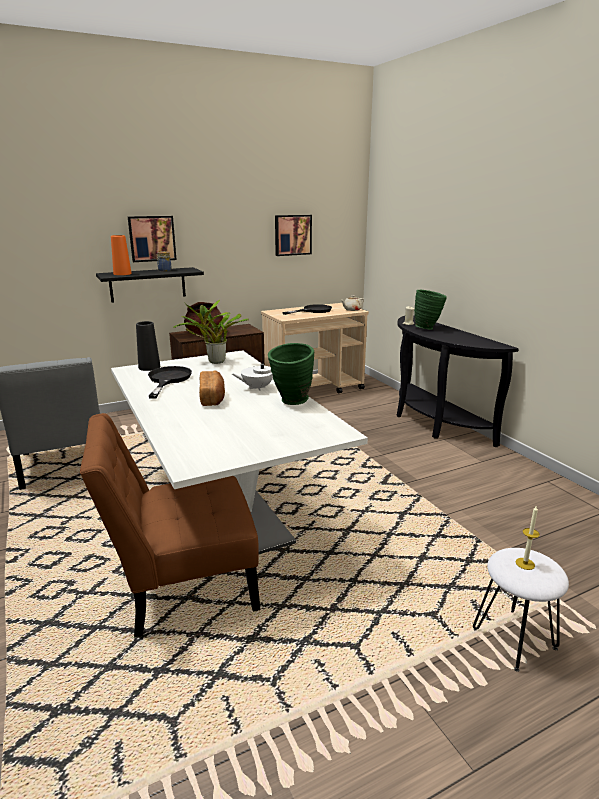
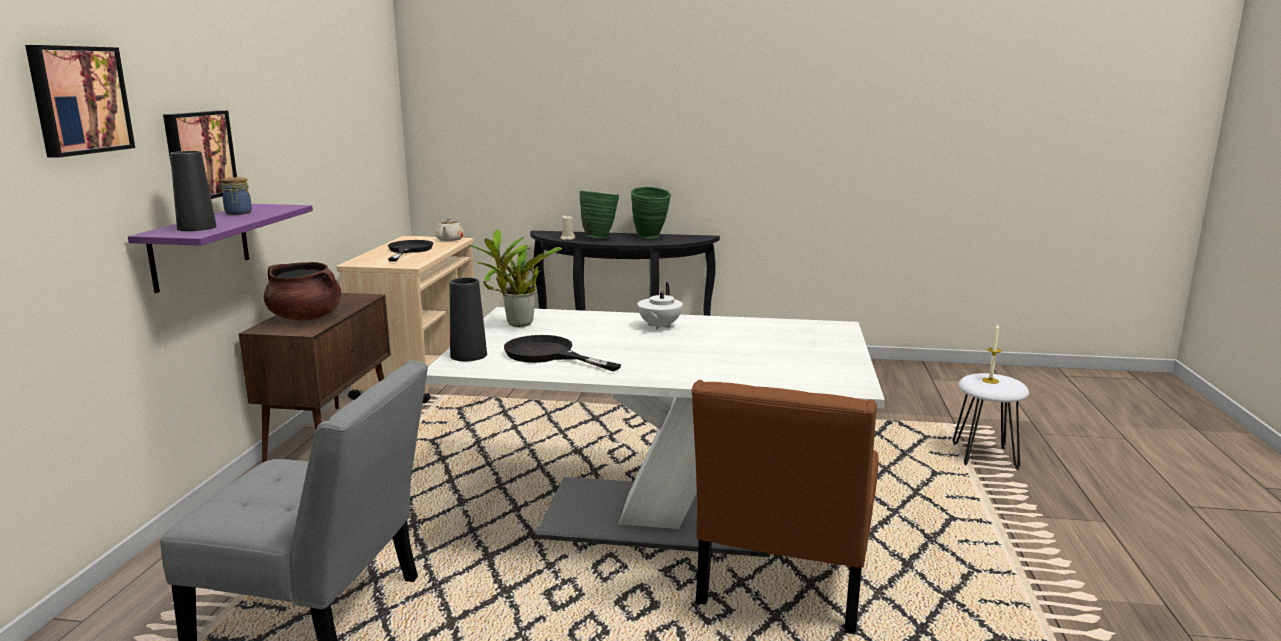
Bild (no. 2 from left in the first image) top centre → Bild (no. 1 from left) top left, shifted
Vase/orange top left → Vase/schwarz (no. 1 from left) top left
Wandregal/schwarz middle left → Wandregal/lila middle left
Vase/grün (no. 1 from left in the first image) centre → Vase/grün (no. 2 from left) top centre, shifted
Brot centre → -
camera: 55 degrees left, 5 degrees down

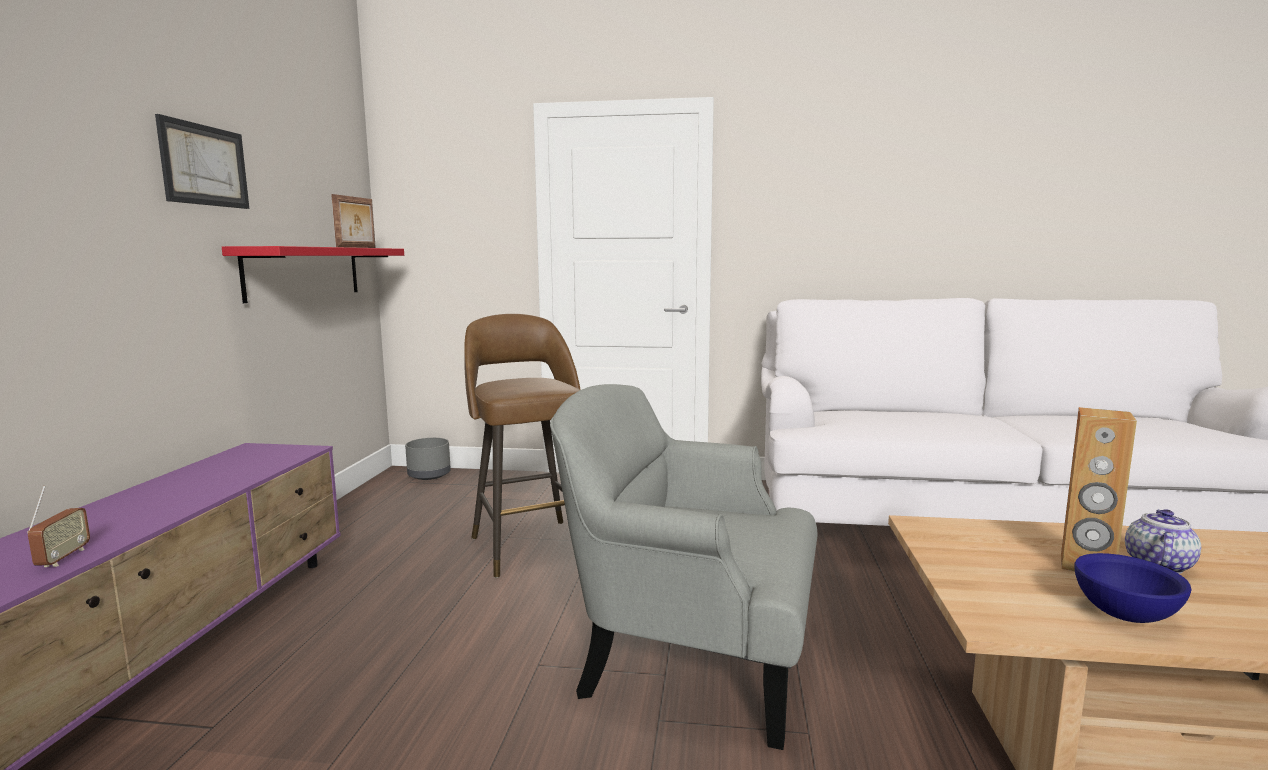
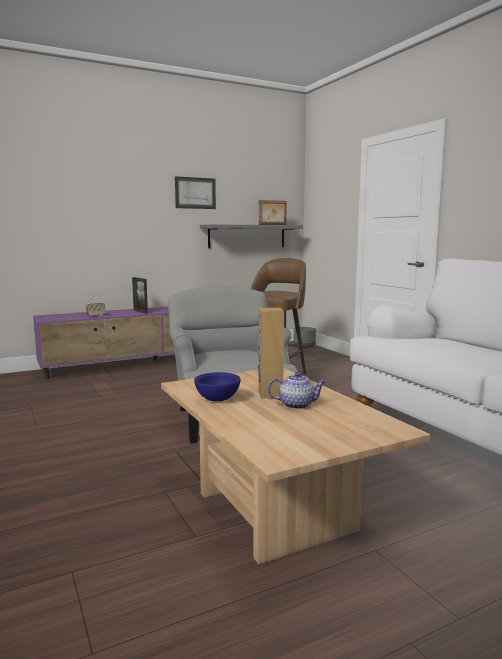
Wandregal/rot middle left → Wandregal/grau centre
- → Bilderrahmen (no. 1 from left) middle left
camera: 55 degrees right, 0 degrees up

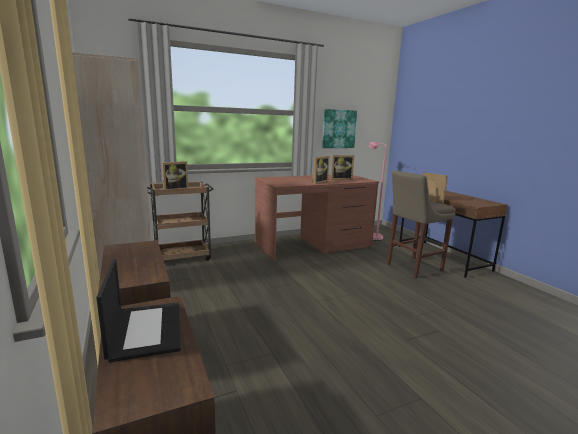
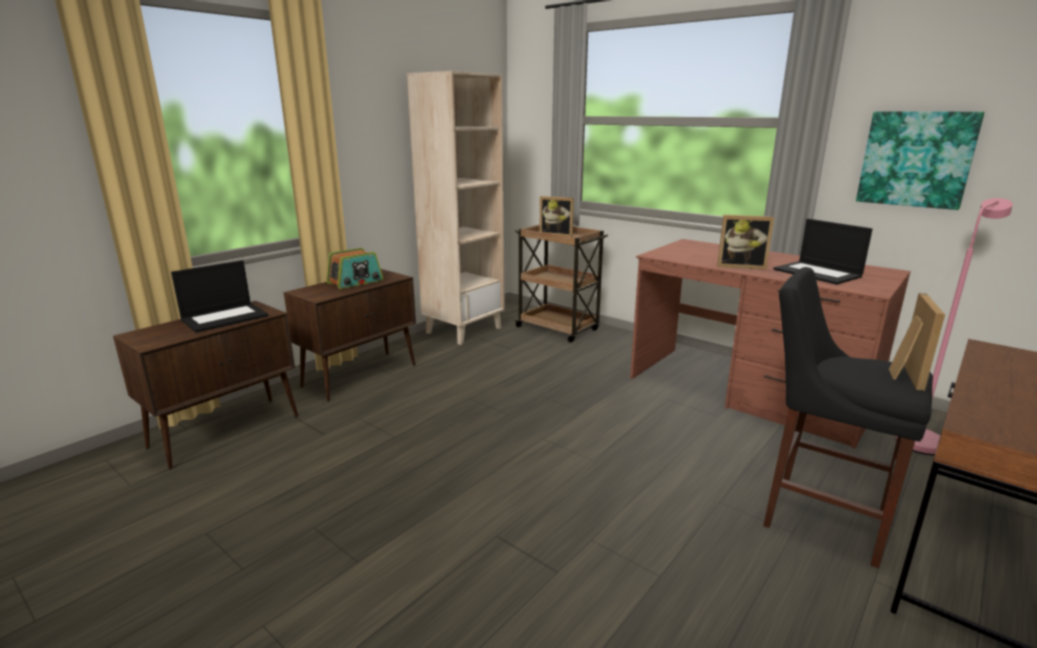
Bilderrahmen (no. 3 from left) centre → Laptop (no. 2 from left) middle right
Hocker/beige middle right → Hocker/schwarz middle right
- → Radio centre
camera: 65 degrees right, 5 degrees up

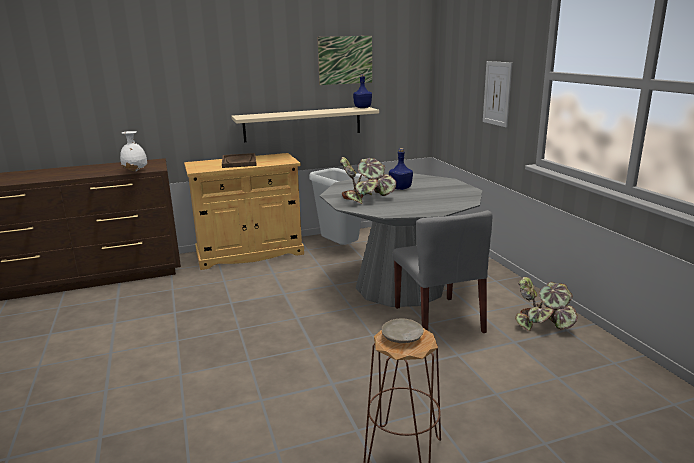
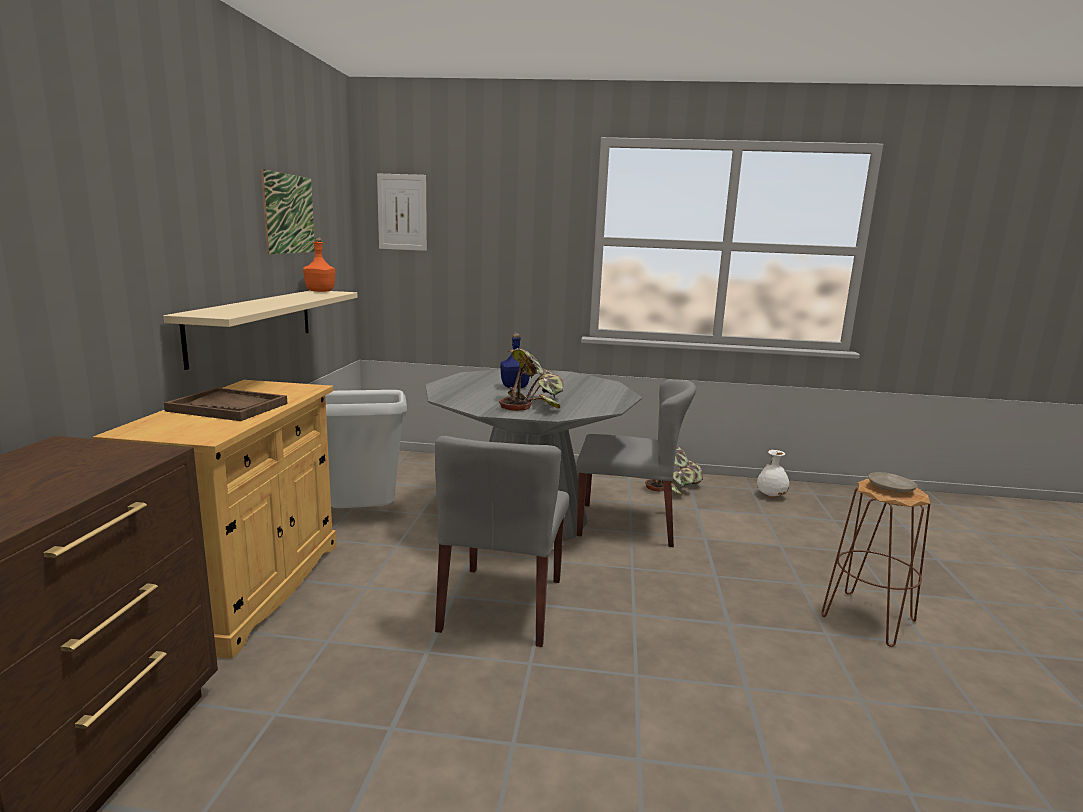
Bild (no. 2 from left) top right → Bild (no. 2 from left) top centre, shifted
Flasche/blau (no. 1 from left) top centre → Flasche/orange top left
Vase/weiß top left → Vase/weiß middle right, shifted
- → Stuhl/grau (no. 1 from left) centre
camera: 65 degrees left, 5 degrees down

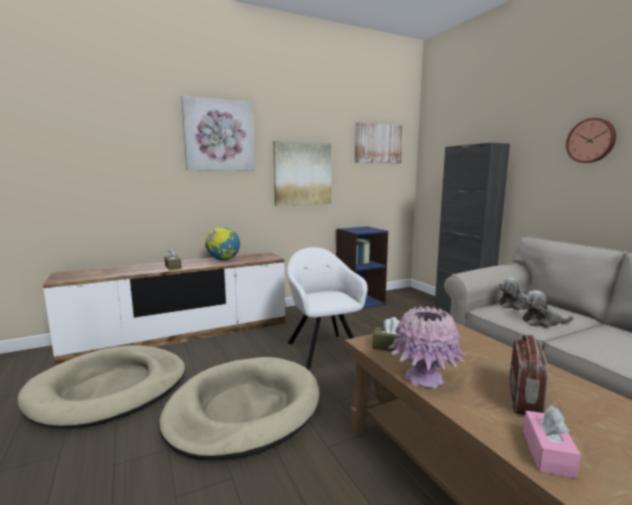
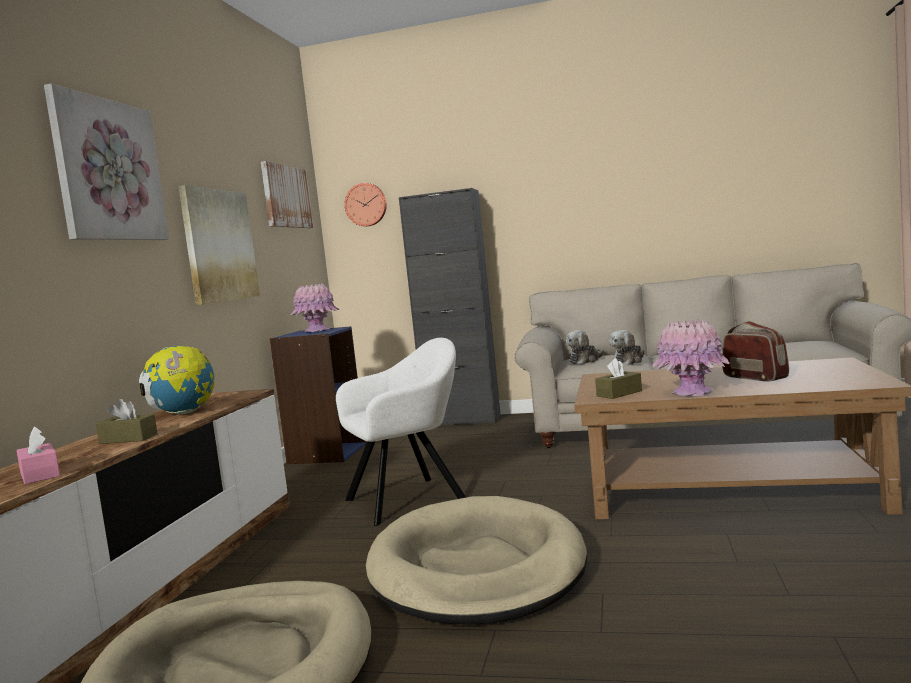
Wanduhr top right → Wanduhr top centre, shifted
Sessel/weiß centre, 135 degrees clockwise
Taschentuchbox/rosa bottom right → Taschentuchbox/rosa middle left, shifted
- → Vase/rosa (no. 1 from left) centre
camera: 50 degrees left, 5 degrees down

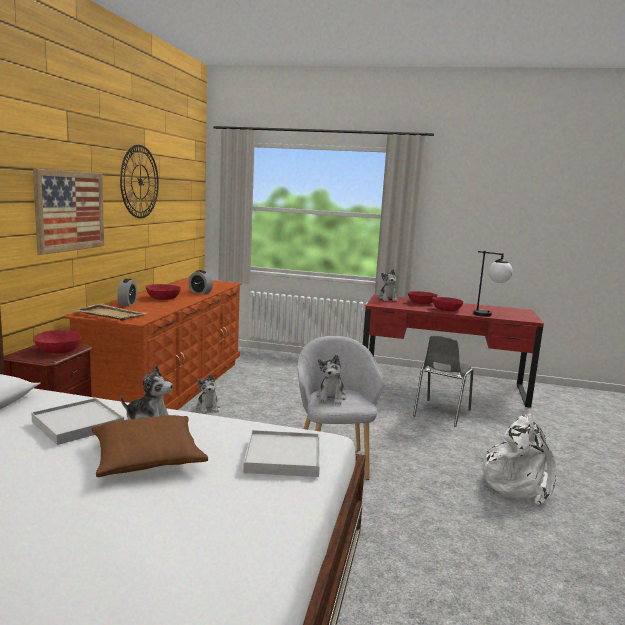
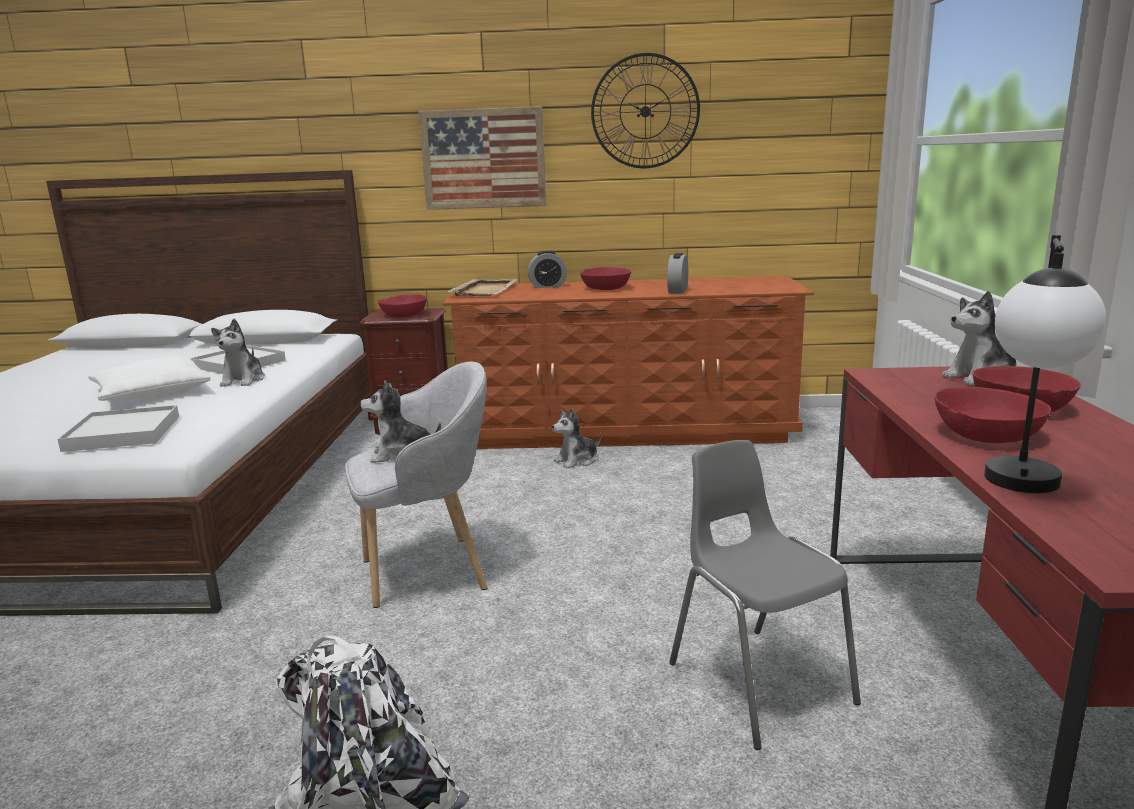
Stuhl/grau middle right → Stuhl/grau bottom right, 45 degrees clockwise
Kissen/braun bottom left → Kissen/weiß middle left
camera: 80 degrees right, 5 degrees up

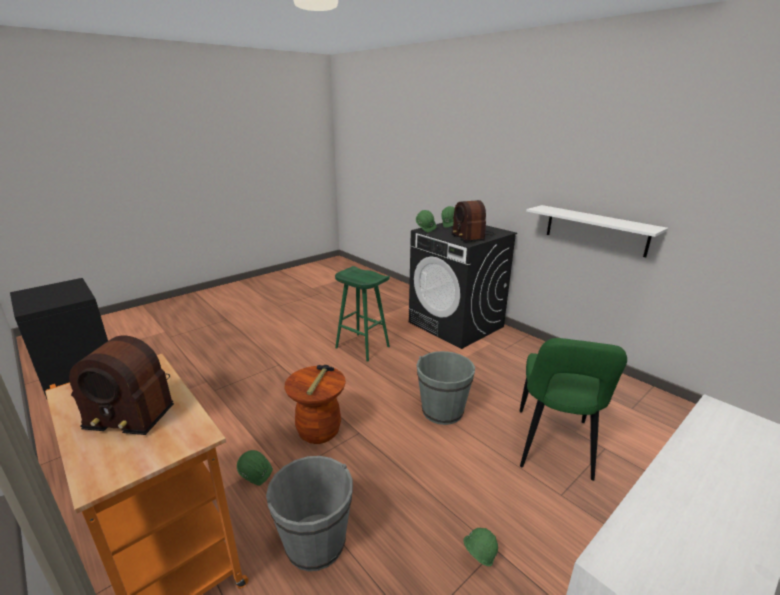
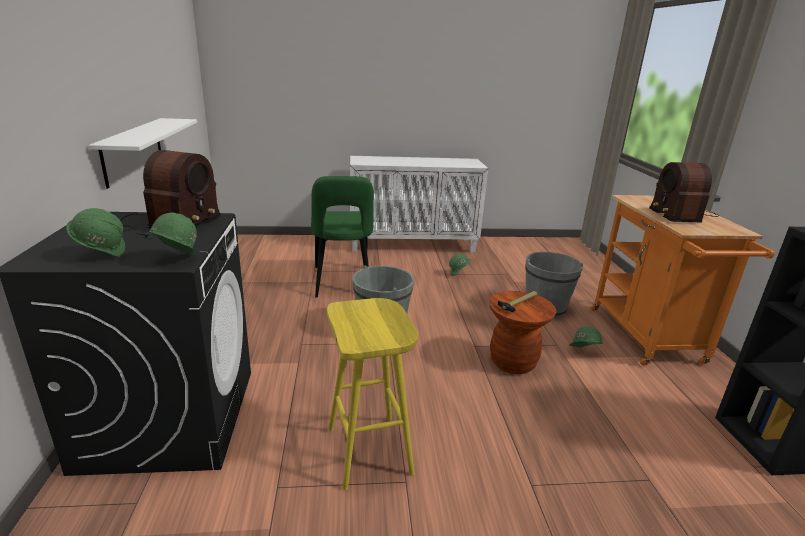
Hocker/grün centre → Hocker/gelb bottom centre
Radio (no. 1 from left in the first image) middle left → Radio (no. 2 from left) middle right, 135 degrees counterclockwise
Stuhl/grün bottom right → Stuhl/grün centre, 120 degrees clockwise
camera: 145 degrees left, 0 degrees up

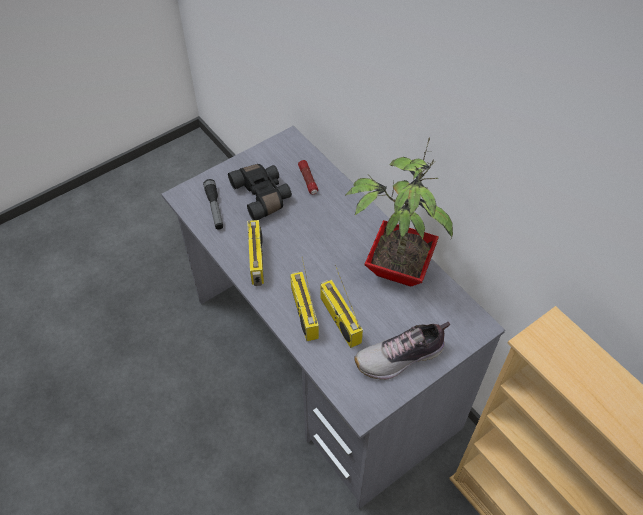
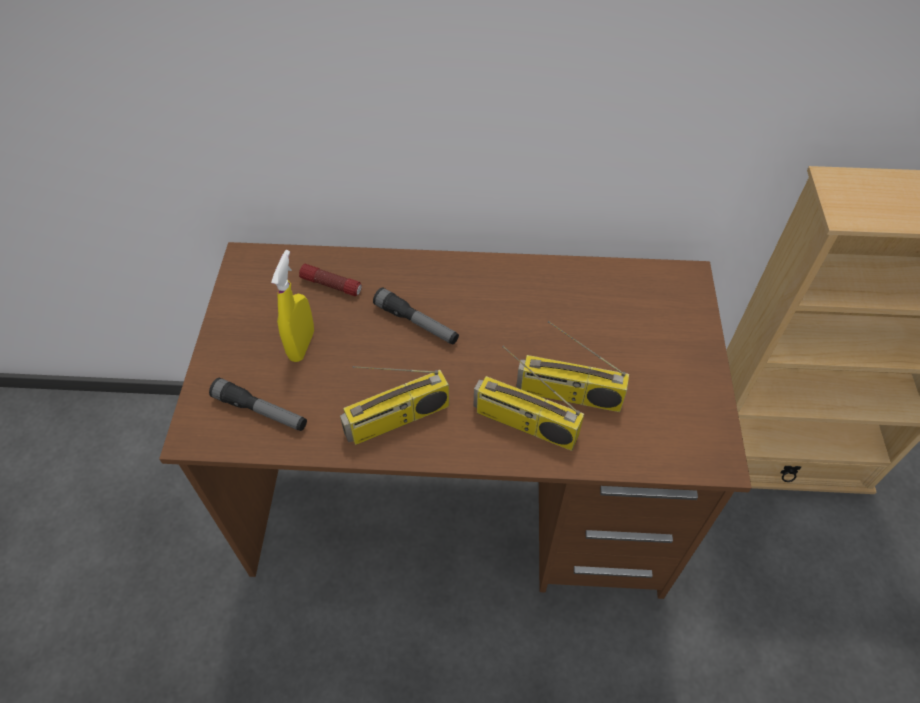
Schreibtisch/grau centre → Schreibtisch/braun centre
Topfpflanze centre → -
Fernglas/schwarz centre → Sprühflasche/gelb middle left
Radio (no. 1 from left) centre, 120 degrees clockwise
Schuh bottom centre → -
- → Taschenlampe (no. 3 from left) centre
camera: 50 degrees left, 0 degrees up

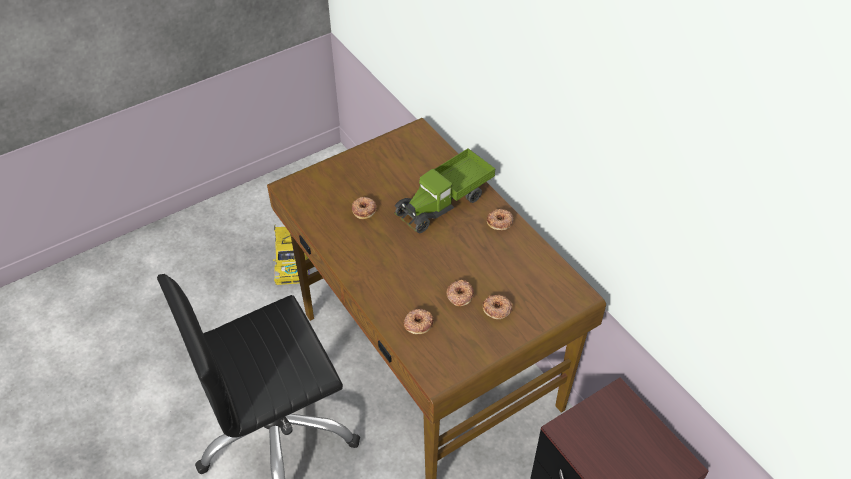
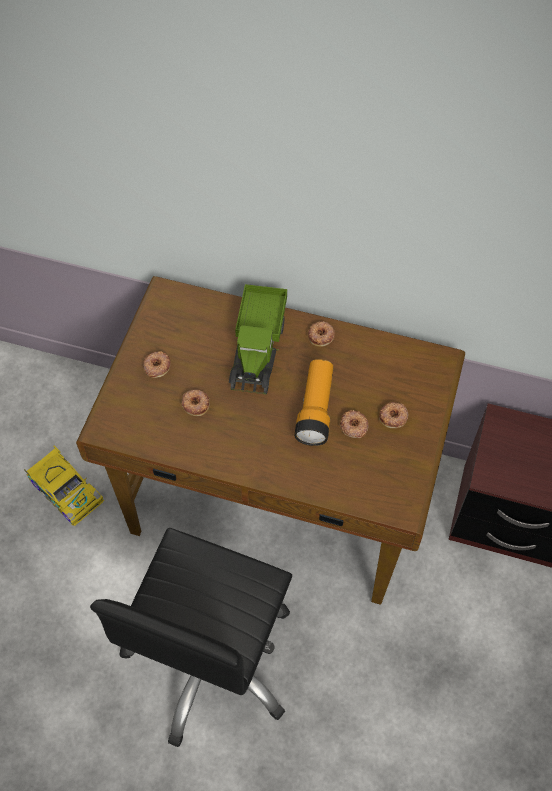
Donut (no. 2 from left in the first image) bottom centre → Donut (no. 1 from left) middle left, shifted
- → Taschenlampe centre
camera: 40 degrees left, 10 degrees up

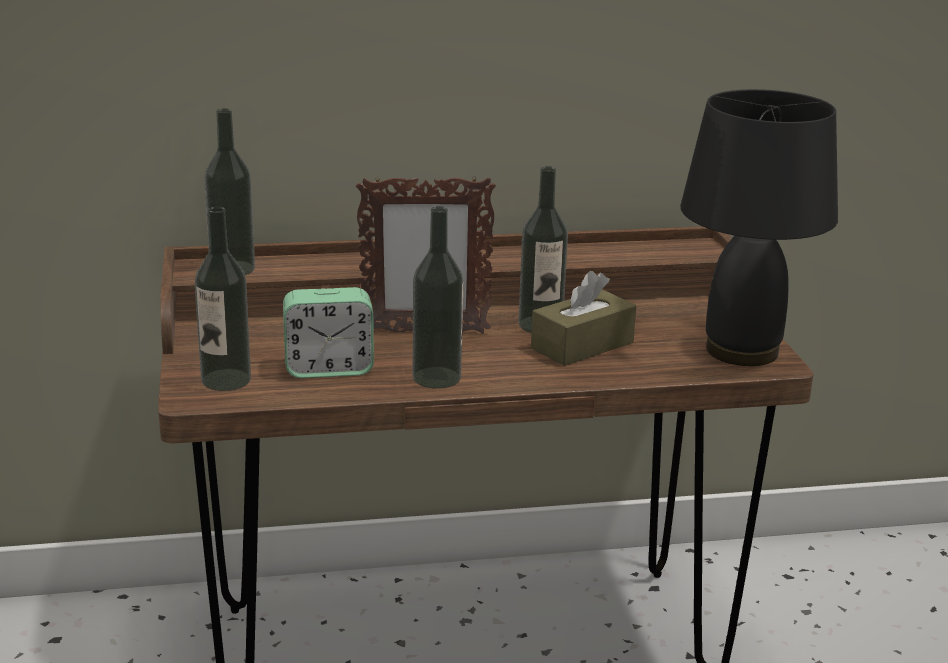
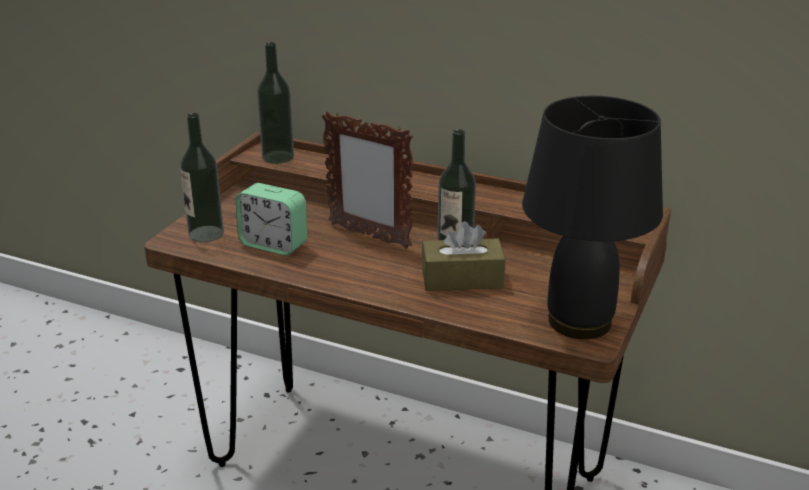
Flasche (no. 3 from left) centre → -
camera: 35 degrees right, 5 degrees up

